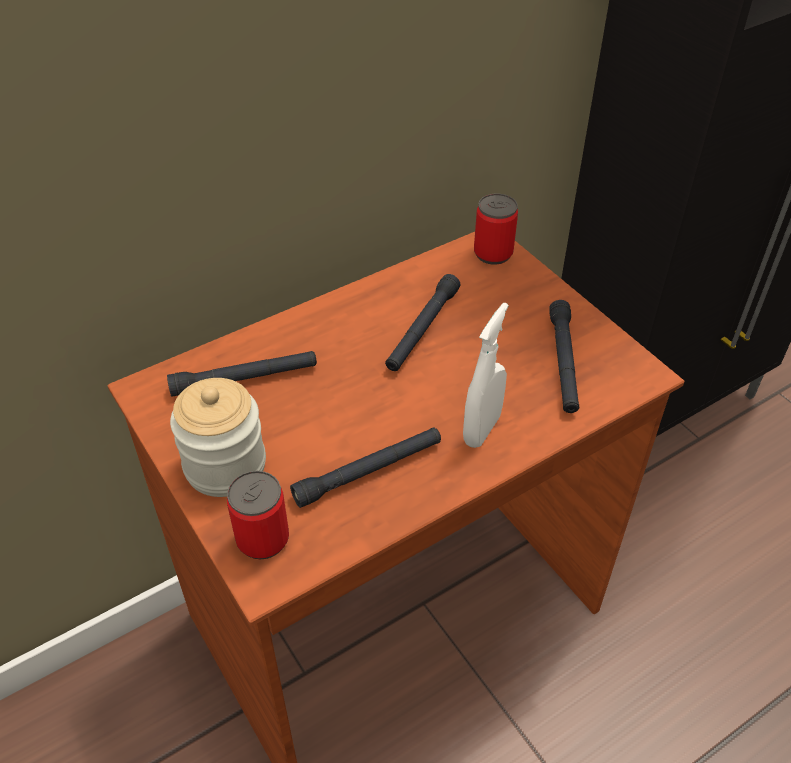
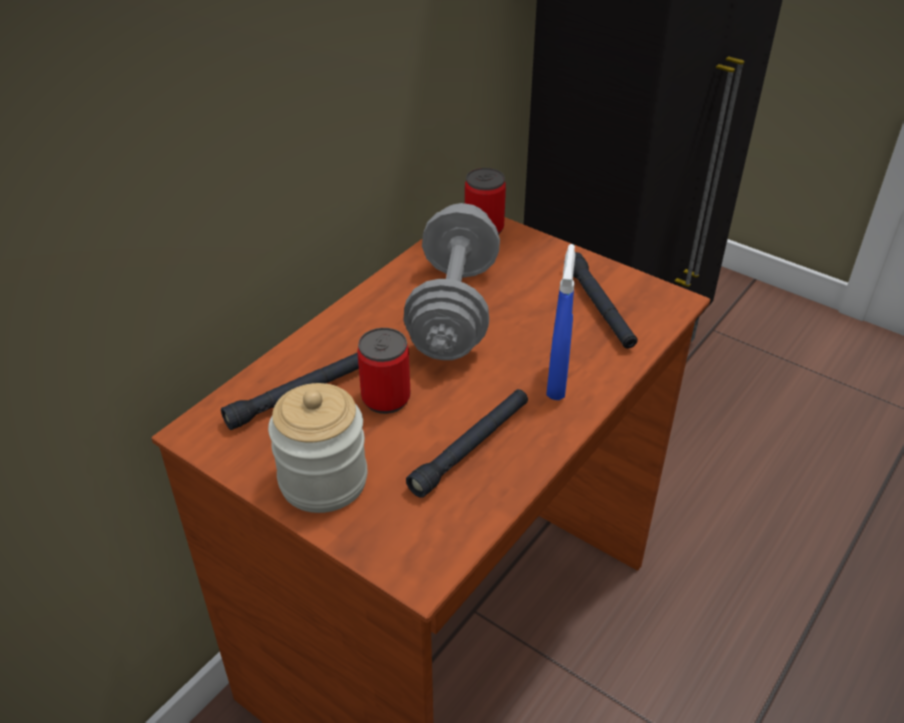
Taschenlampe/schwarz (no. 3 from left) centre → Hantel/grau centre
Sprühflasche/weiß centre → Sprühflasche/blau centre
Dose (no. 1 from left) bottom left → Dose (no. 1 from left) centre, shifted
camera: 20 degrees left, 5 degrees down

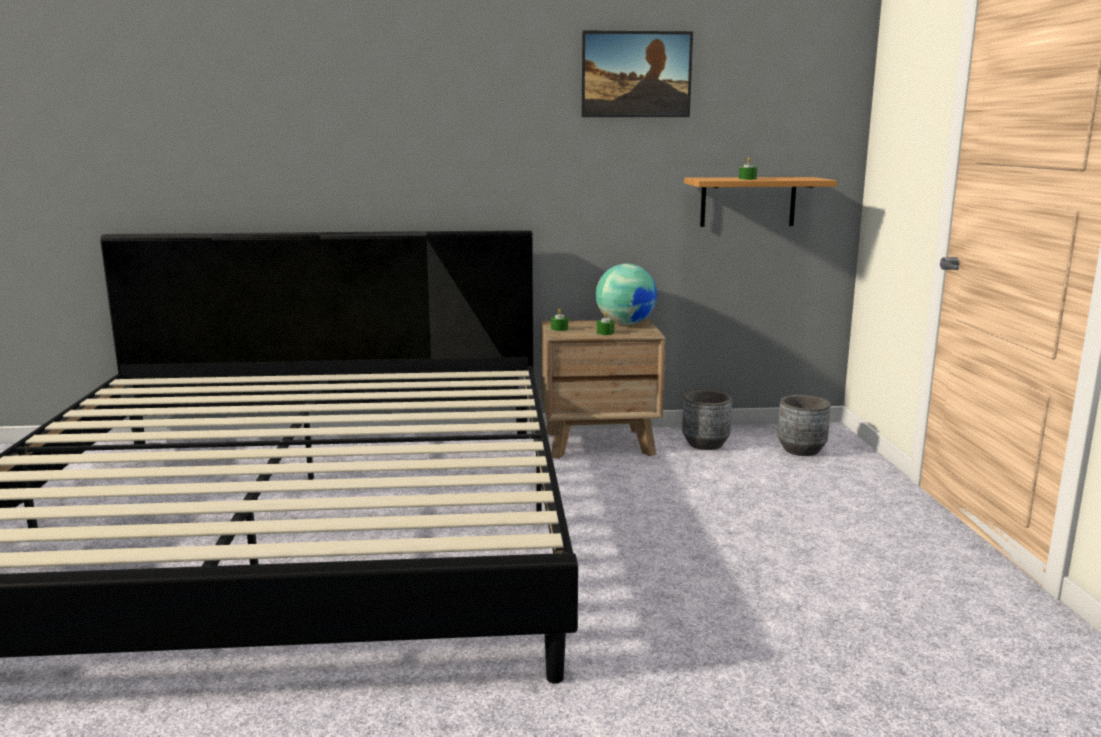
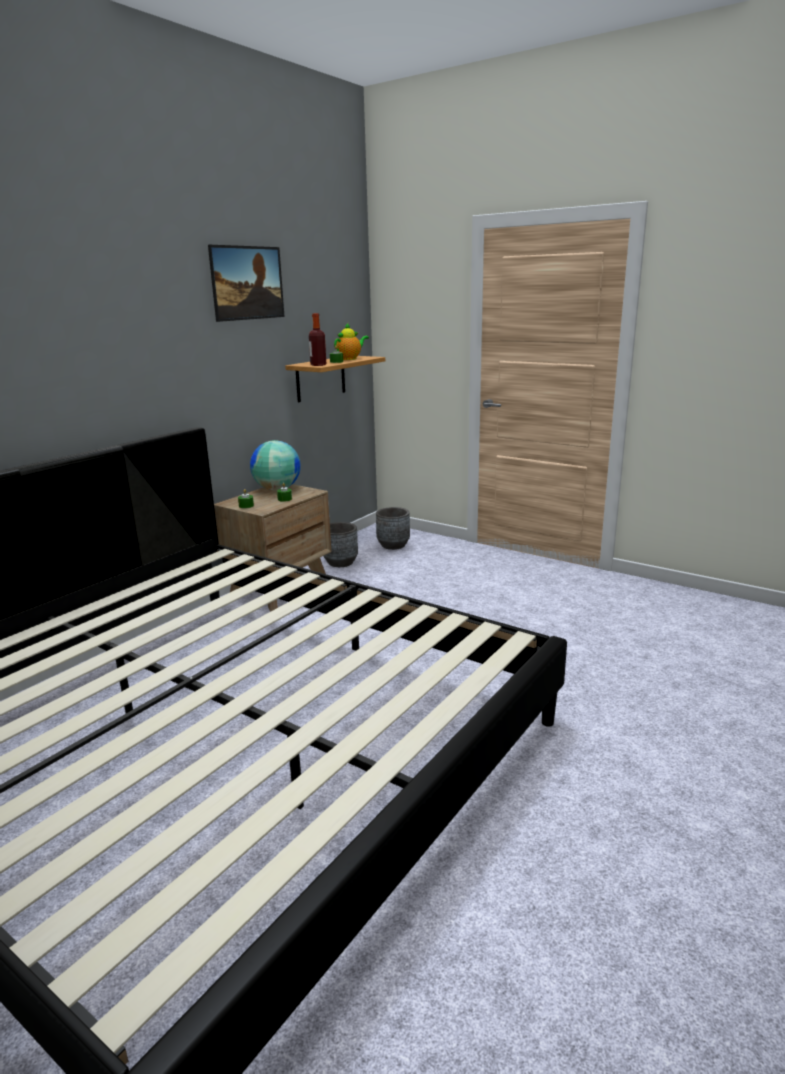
- → Flasche top centre
- → Teekanne top centre
camera: 50 degrees left, 5 degrees up

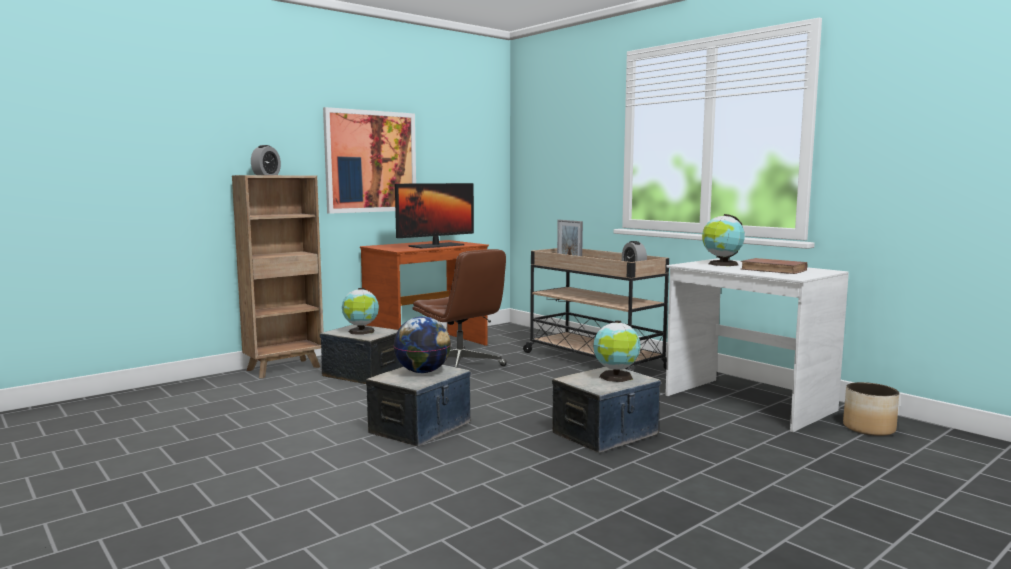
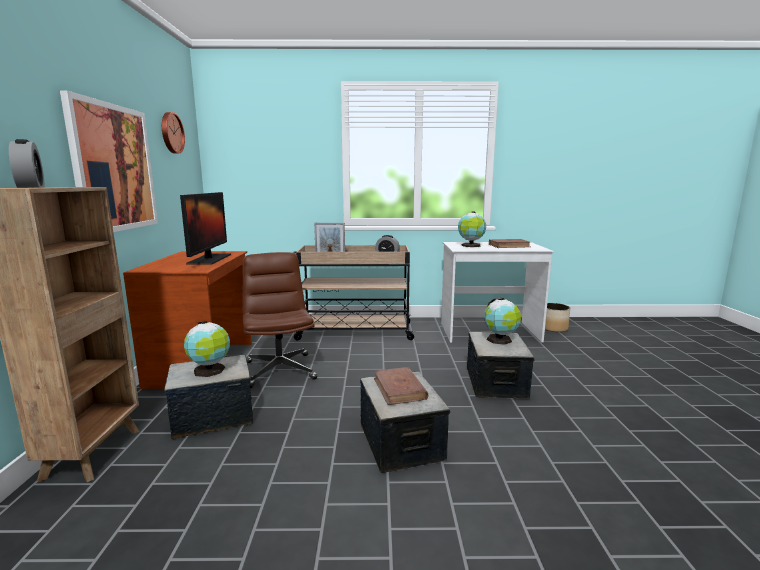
Bürostuhl/braun centre, 105 degrees counterclockwise
Globus (no. 2 from left) centre → Buch/braun (no. 1 from left) bottom centre
- → Wanduhr top left
camera: 50 degrees left, 5 degrees up

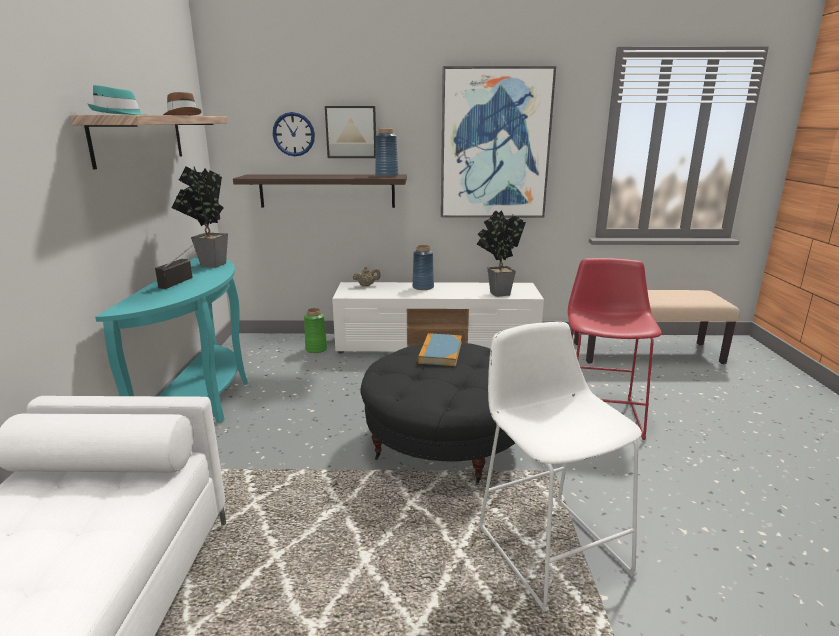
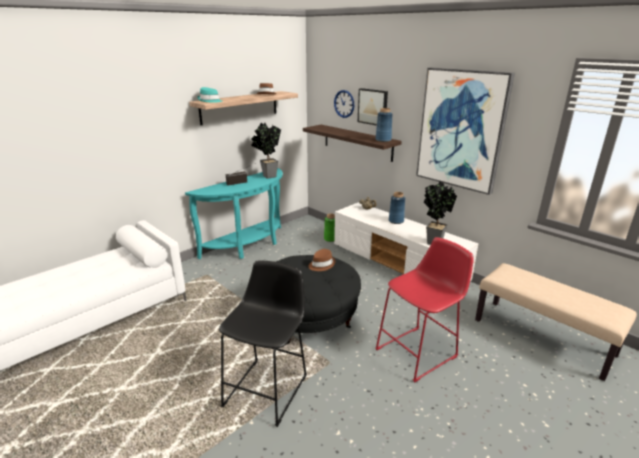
Hocker/weiß bottom right → Hocker/schwarz bottom centre
Buch centre → Hut/braun (no. 2 from left) centre
camera: 45 degrees right, 5 degrees up

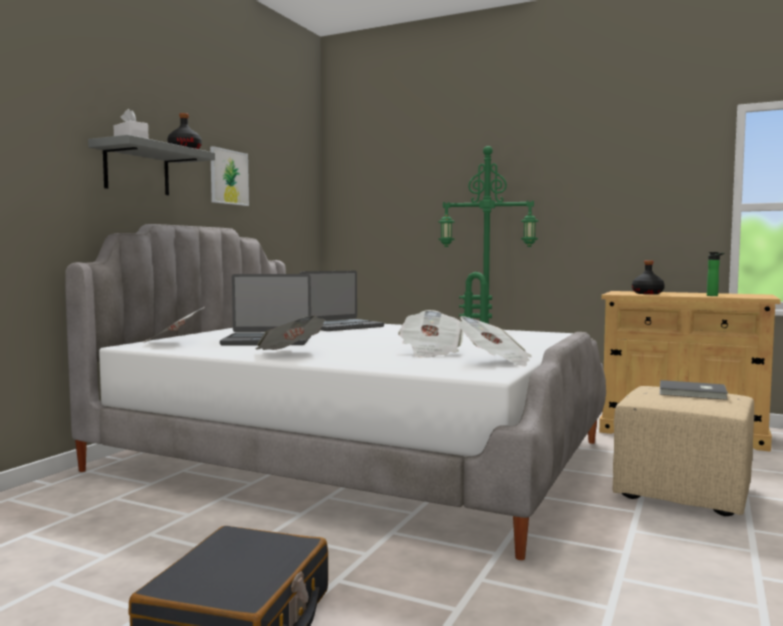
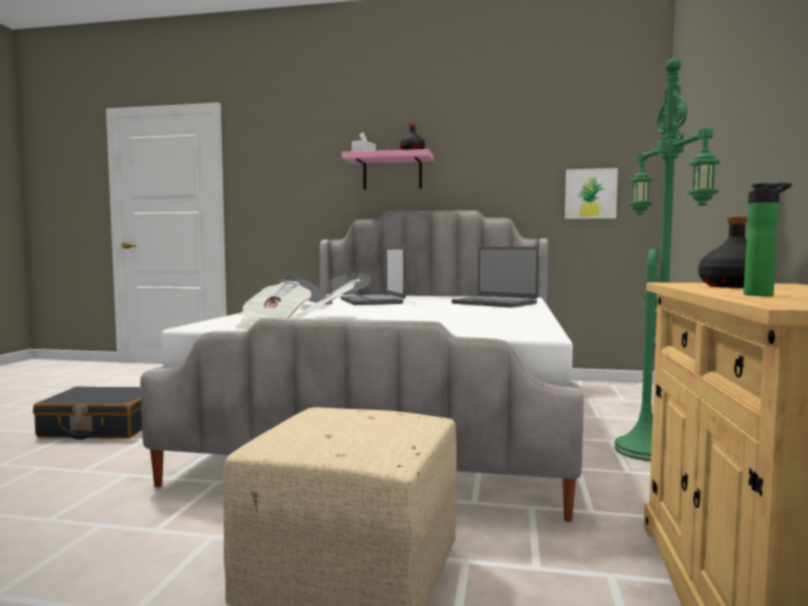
Wandregal/grau top left → Wandregal/rosa top centre
Bild top left → Bild top right, shifted
Buch/grau middle right → -
camera: 75 degrees right, 0 degrees up

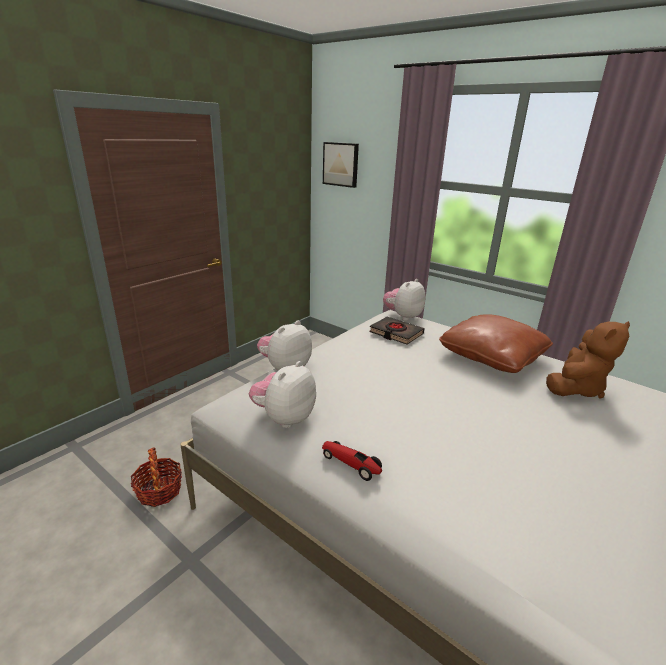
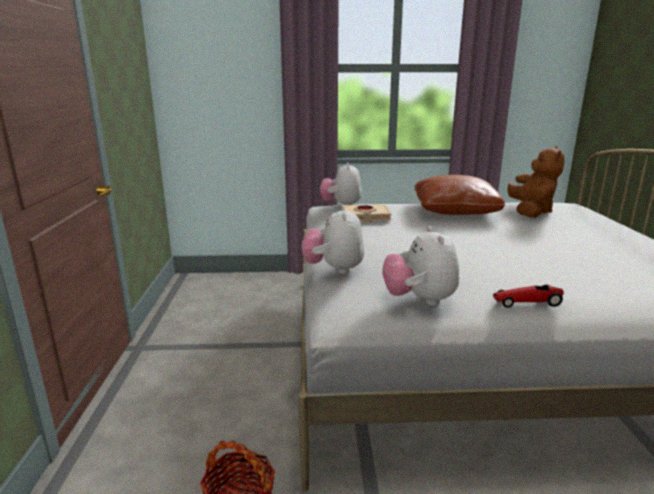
Bild top centre → -
Buch/schwarz centre → Buch/beige centre
camera: 40 degrees left, 5 degrees down

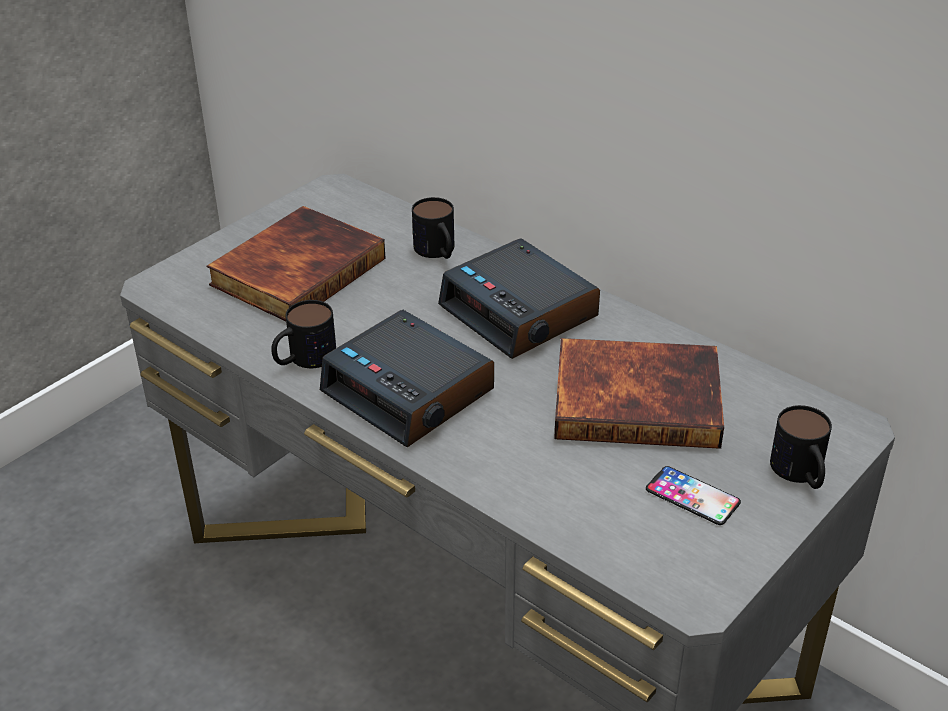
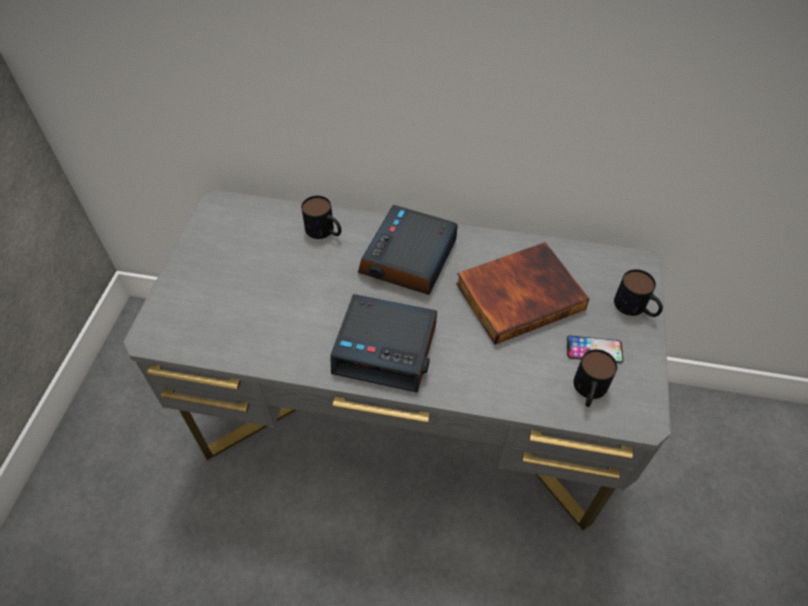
Buch (no. 1 from left) middle left → -
Wecker (no. 2 from left) centre, 90 degrees clockwise
Henkelbecher (no. 1 from left in the first image) middle left → Henkelbecher (no. 2 from left) middle right, shifted
camera: 30 degrees left, 15 degrees up

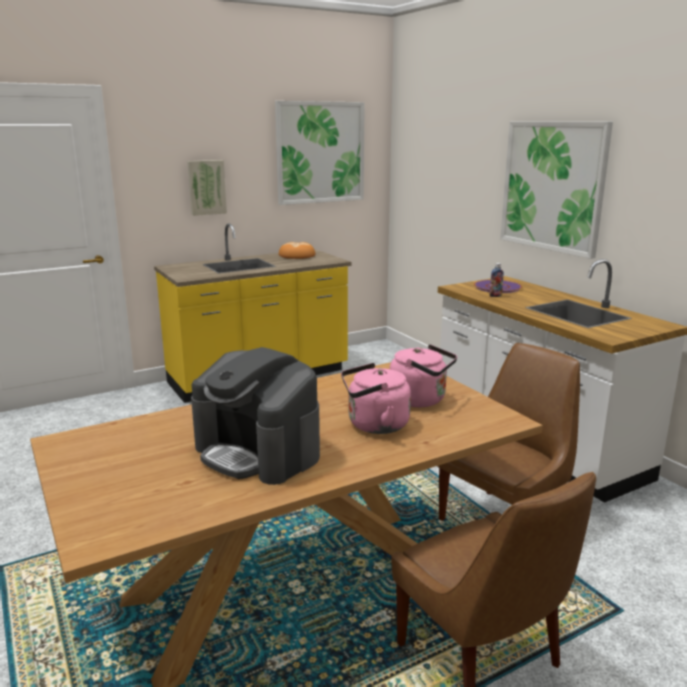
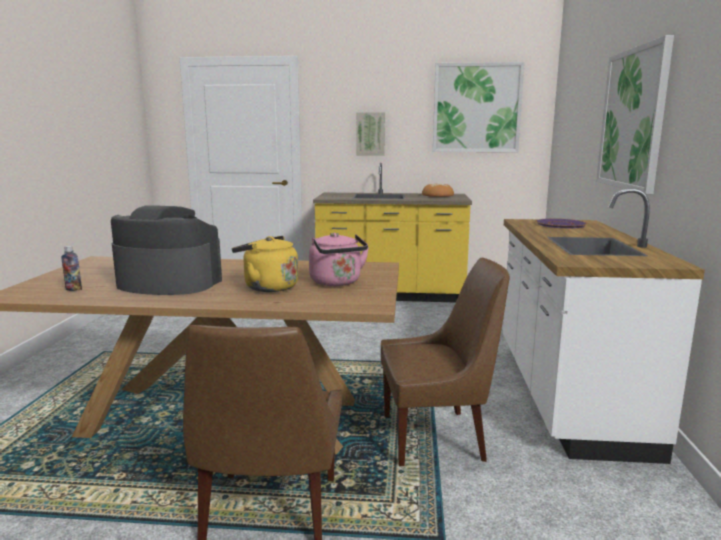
Flasche middle right → Flasche middle left, shifted
Kaffeemaschine centre → Kaffeemaschine middle left, 120 degrees clockwise
Wasserkessel/rosa (no. 1 from left) centre → Wasserkessel/gelb centre
camera: 35 degrees right, 5 degrees down

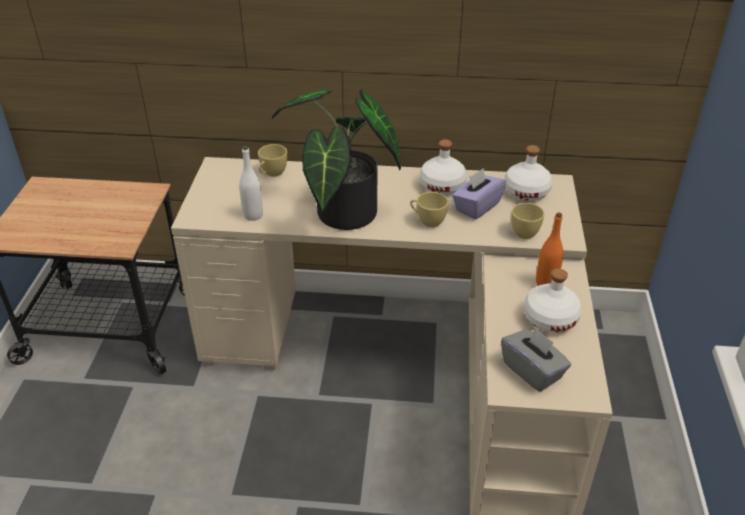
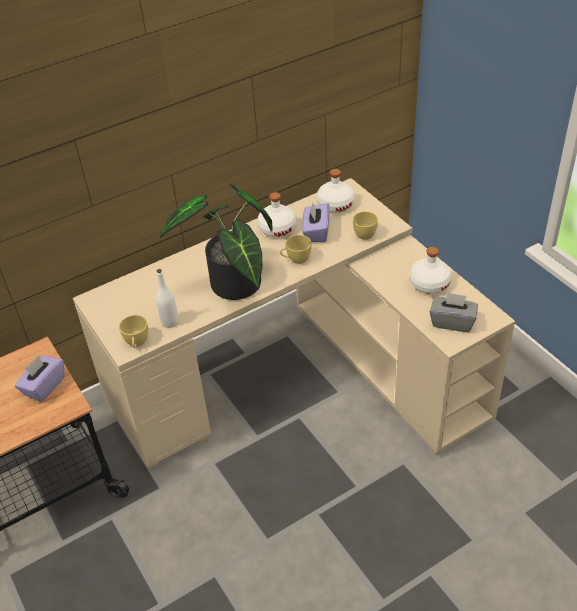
Tasse/gelb (no. 1 from left) top centre → Tasse/gelb (no. 1 from left) middle left, shifted
Flasche/orange middle right → -
- → Taschentuchbox/lila (no. 1 from left) middle left
camera: 35 degrees left, 5 degrees up

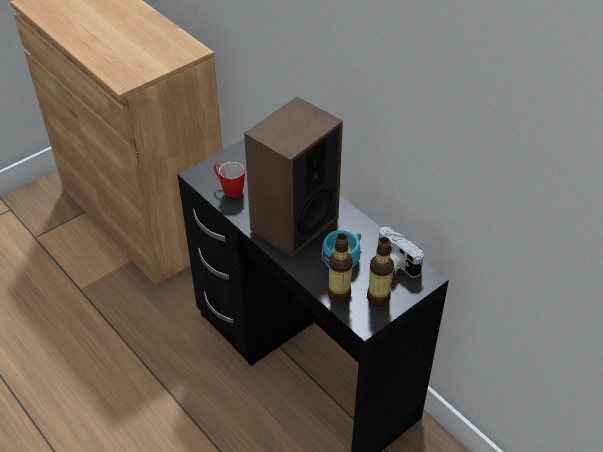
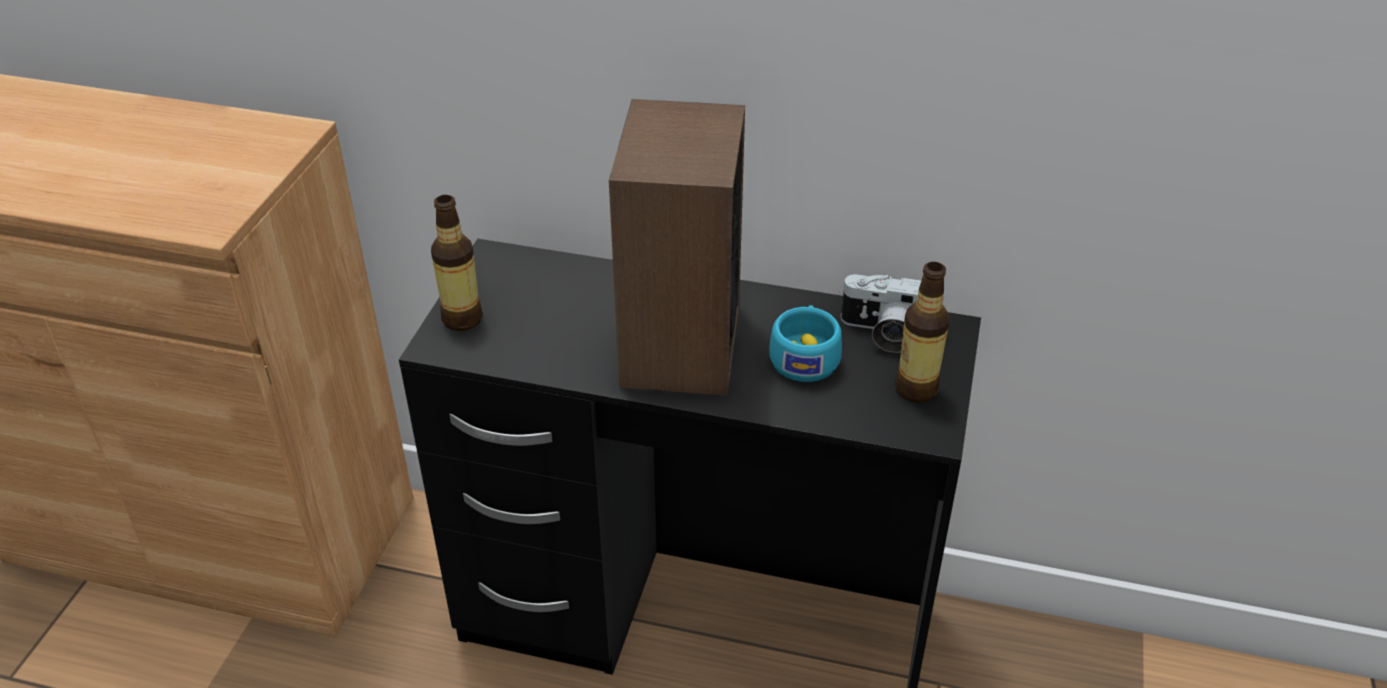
Henkelbecher centre → -
Flasche (no. 1 from left) centre → Flasche (no. 1 from left) middle left, shifted
camera: 35 degrees left, 5 degrees down

